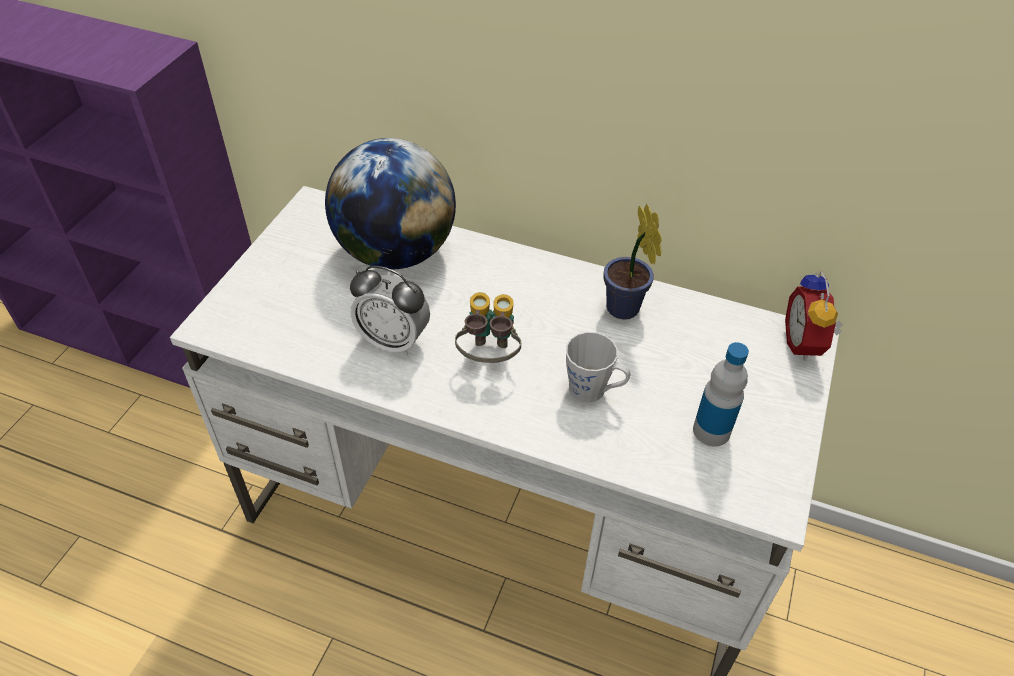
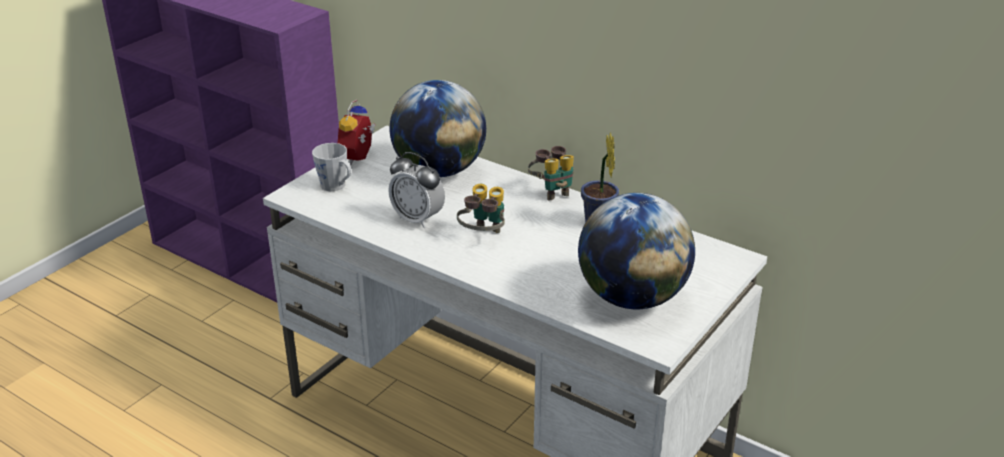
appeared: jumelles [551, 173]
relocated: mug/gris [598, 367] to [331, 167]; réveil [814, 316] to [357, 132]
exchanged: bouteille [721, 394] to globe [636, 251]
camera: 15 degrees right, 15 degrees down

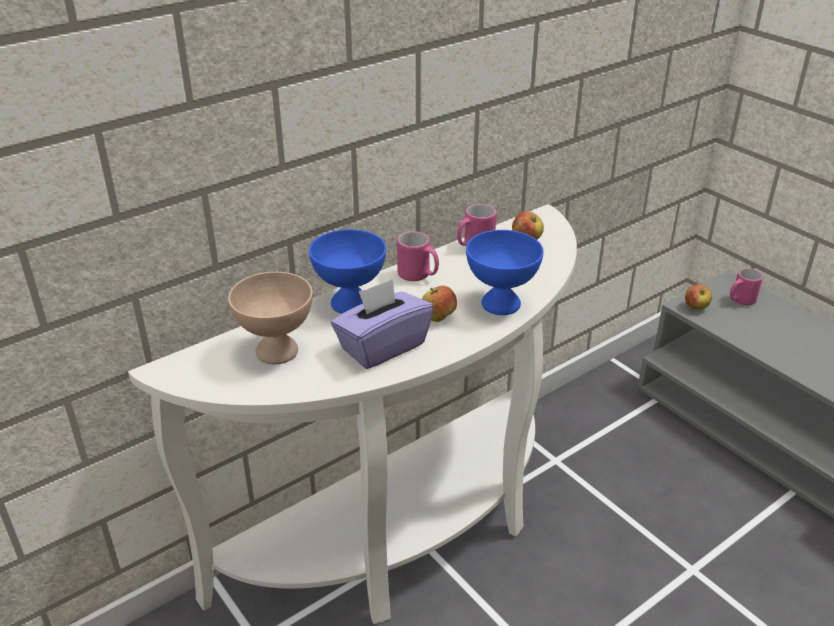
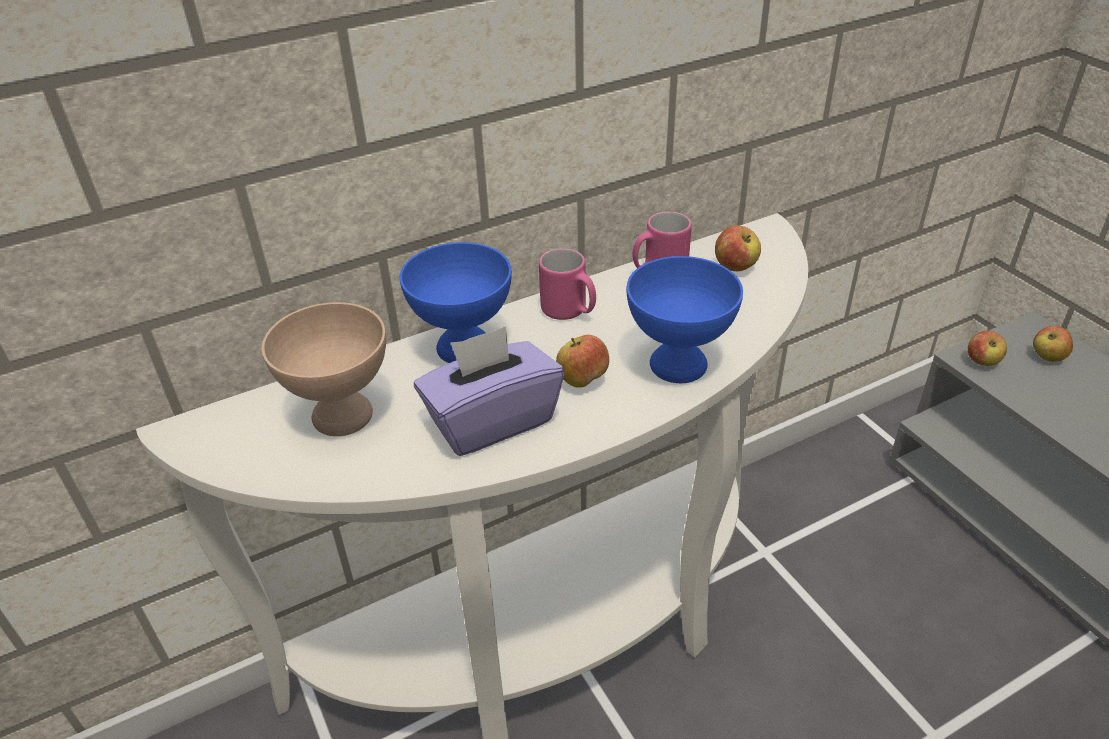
exchanged: mug/rose [746, 286] to pomme [1053, 344]
camera: 10 degrees right, 5 degrees up

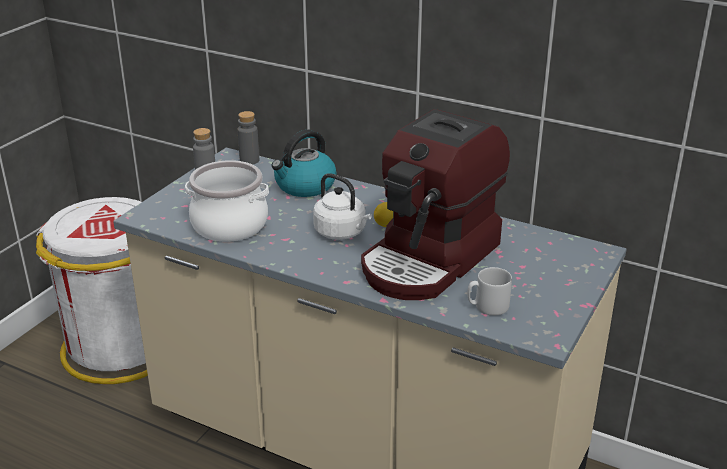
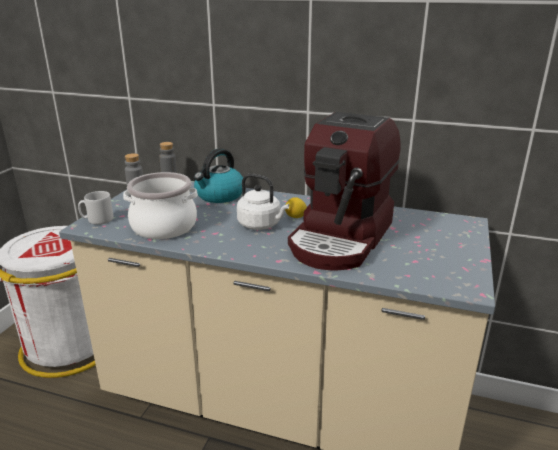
relocated: mug/gris [489, 291] to [96, 208]
camera: 10 degrees left, 5 degrees down

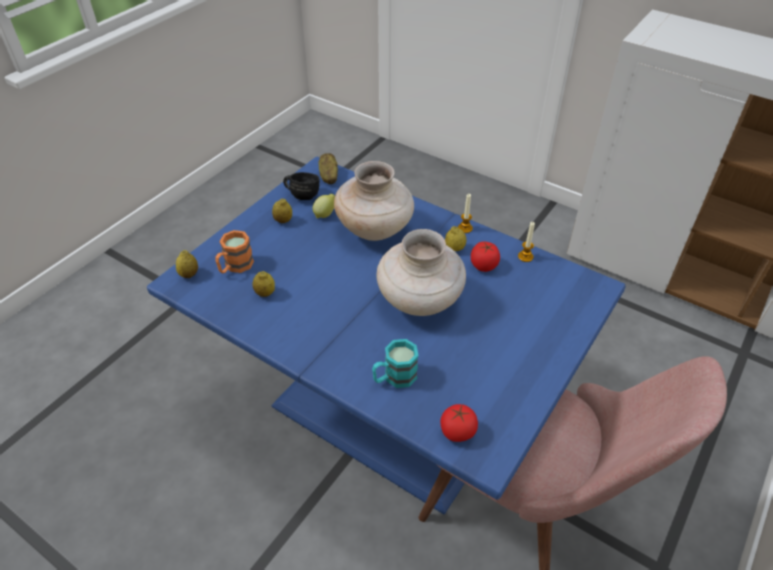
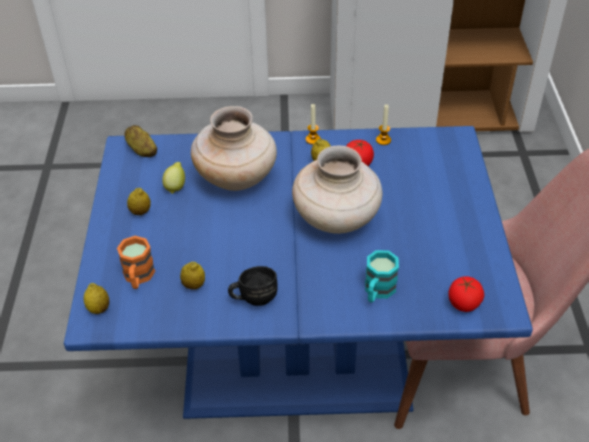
relocated: mug/noir [301, 186] to [253, 286]
camera: 35 degrees left, 0 degrees up

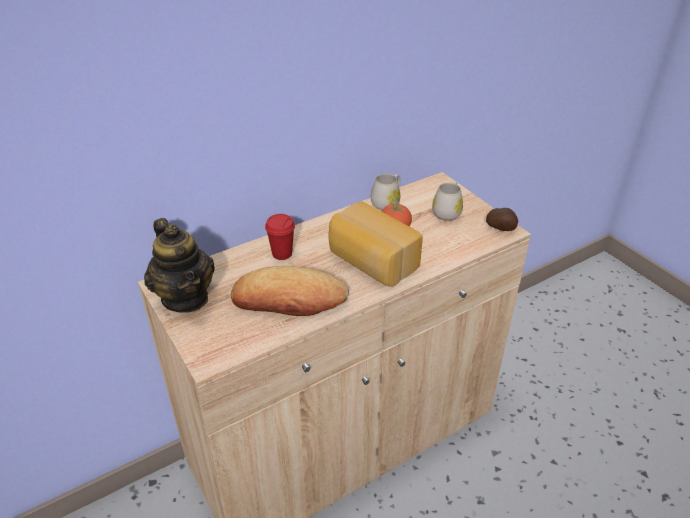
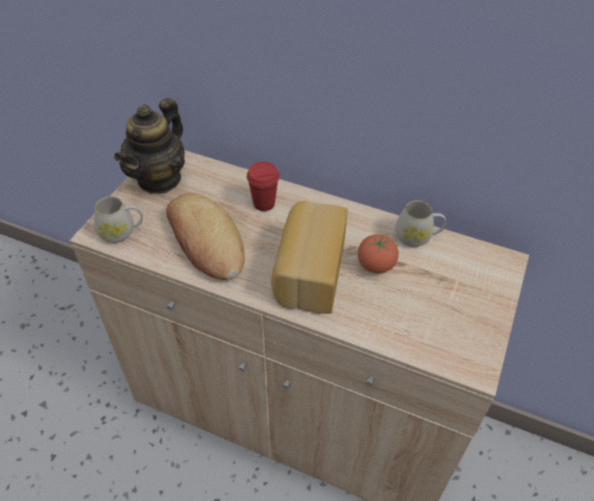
missing: pomme de terre [502, 219]
relocated: mug/blanc [447, 201] to [118, 219]
camera: 55 degrees right, 10 degrees up

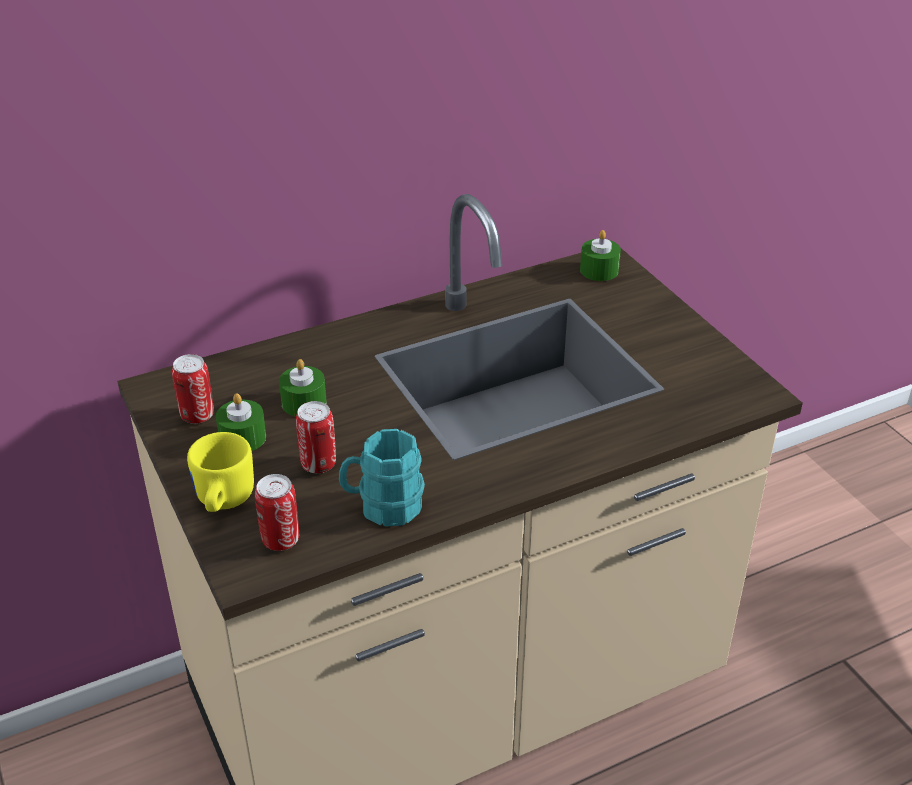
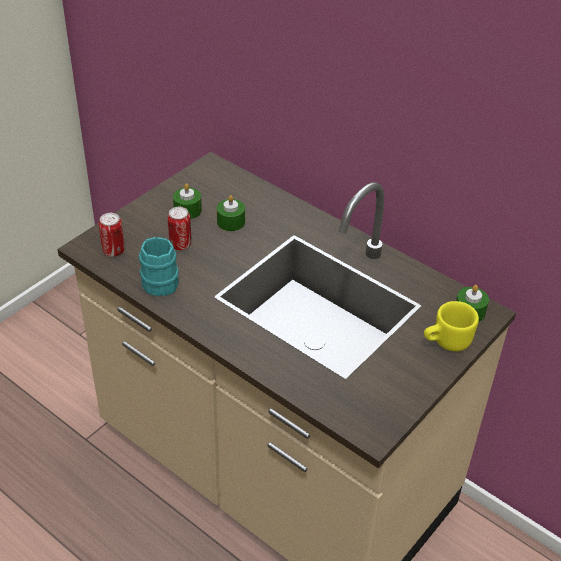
missing: boîte métallique [193, 389]
relocated: mug/jaune [220, 472] to [451, 326]
camera: 65 degrees right, 5 degrees up

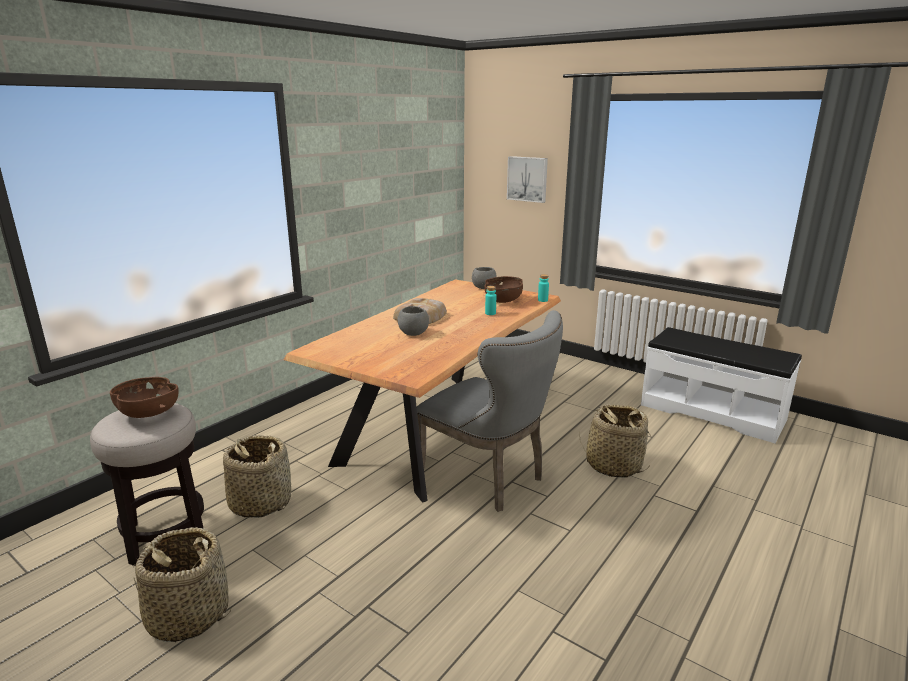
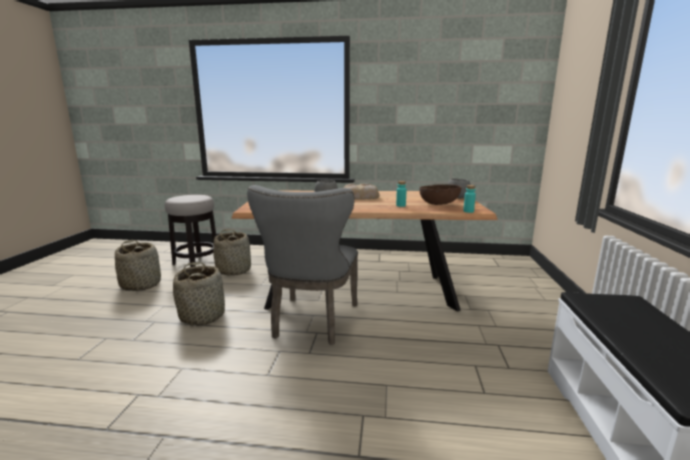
missing: bol/marron [144, 397]; tableau [527, 179]
relocated: panier [615, 441] to [199, 294]
camera: 60 degrees right, 5 degrees down

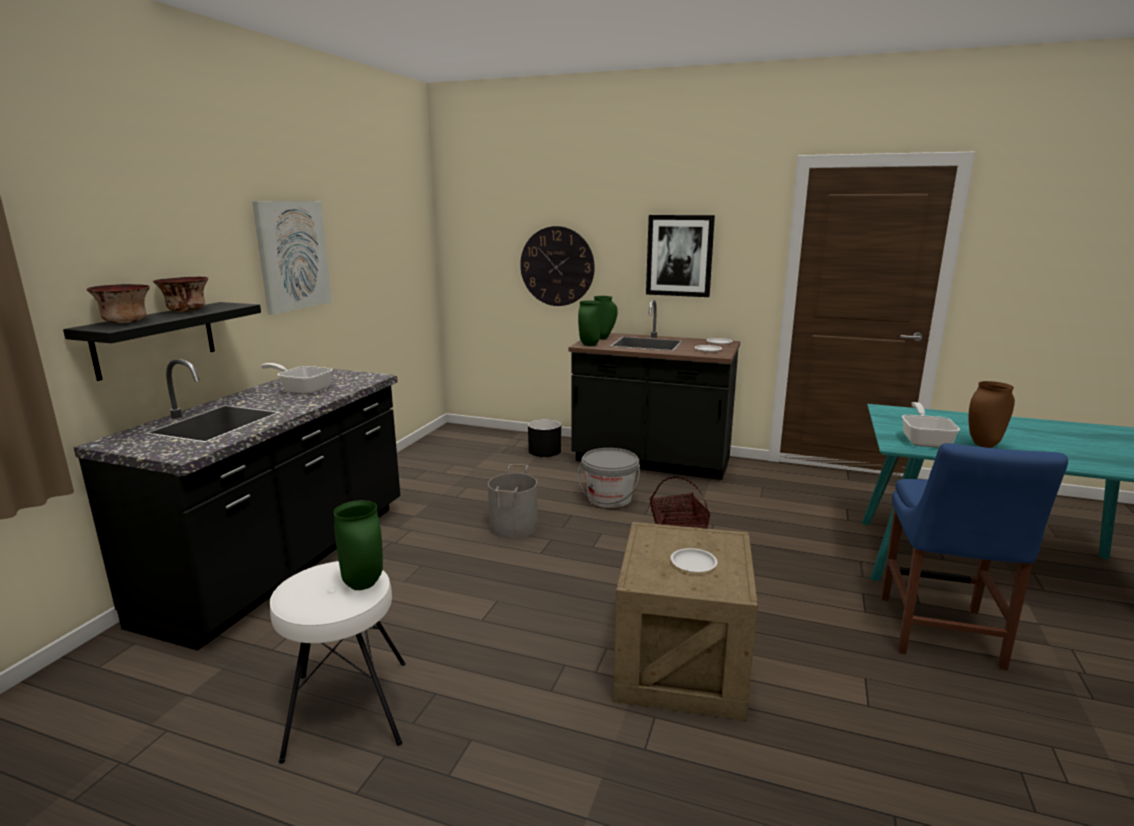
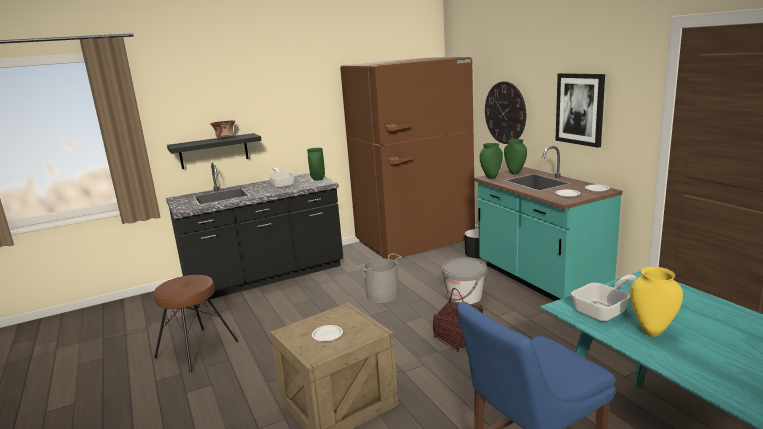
missing: bol [118, 303]; tableau [292, 258]
appeared: réfrigérateur/marron [407, 158]
relocated: vase/vert [358, 545] to [316, 164]
colour: tabouret/blanc [338, 662] to tabouret/marron [196, 324]; comptoir de cuisine/noir [654, 390] to comptoir de cuisine/turquoise [548, 223]; vase/marron [992, 414] to vase/jaune [656, 302]
camera: 45 degrees right, 0 degrees up

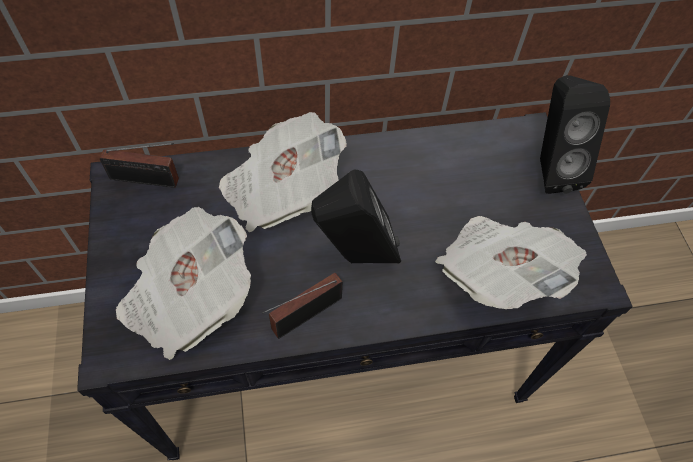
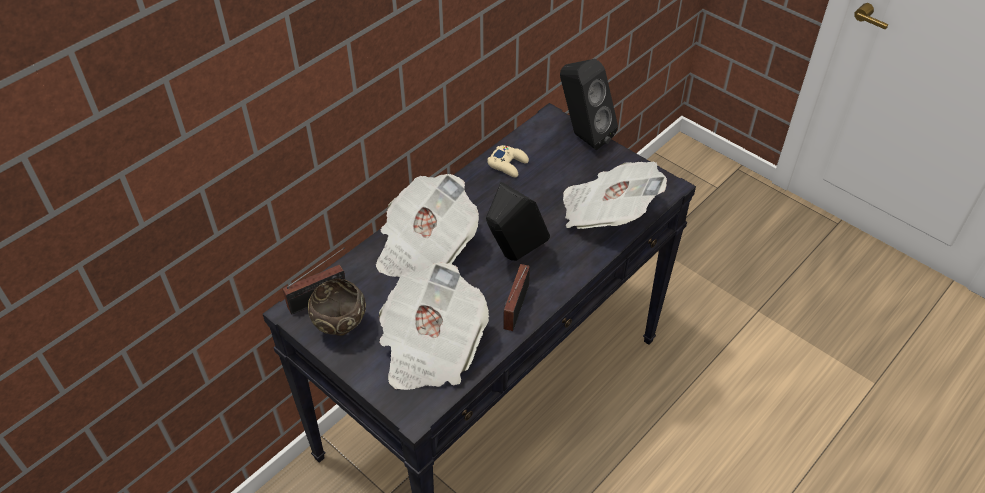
appeared: bol/marron [337, 307]; manette/beige [508, 161]
camera: 35 degrees left, 10 degrees down

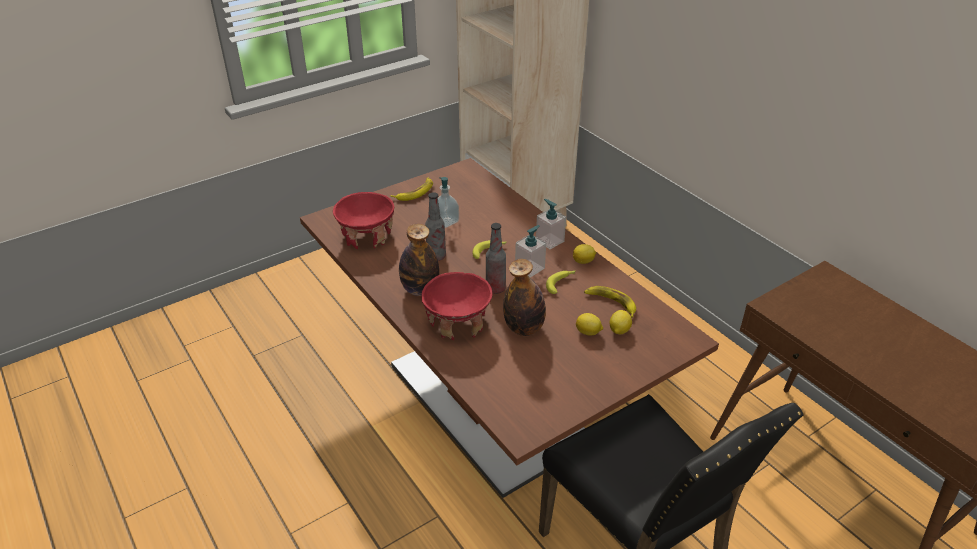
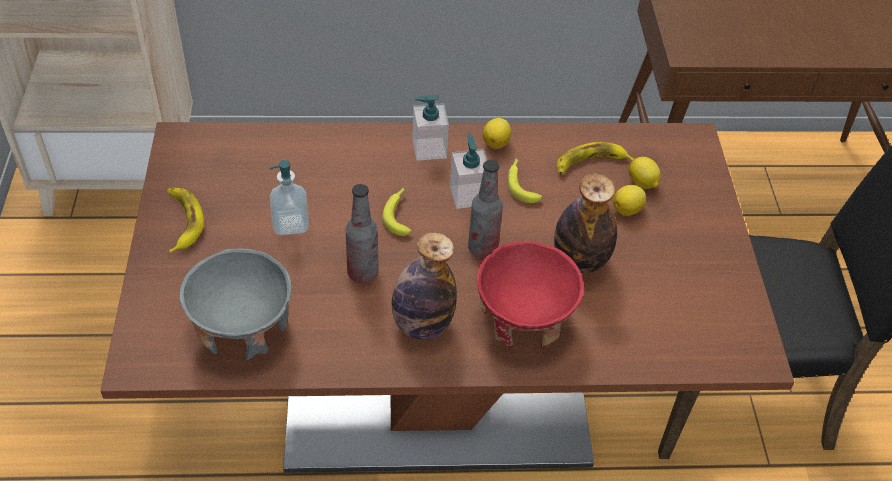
colour: bol/rouge [364, 220] to bol/gris [235, 305]
camera: 60 degrees left, 10 degrees up

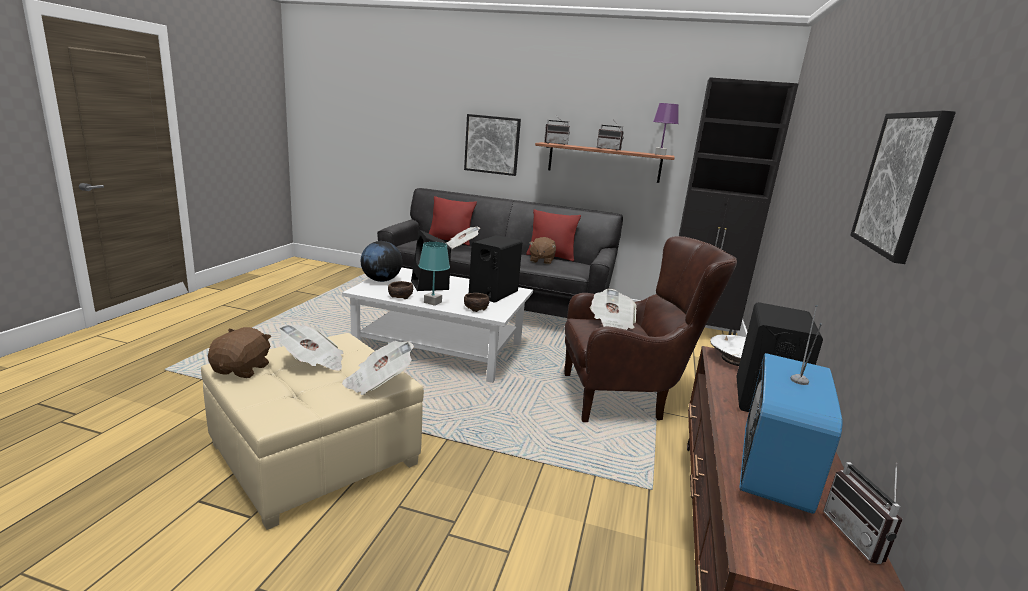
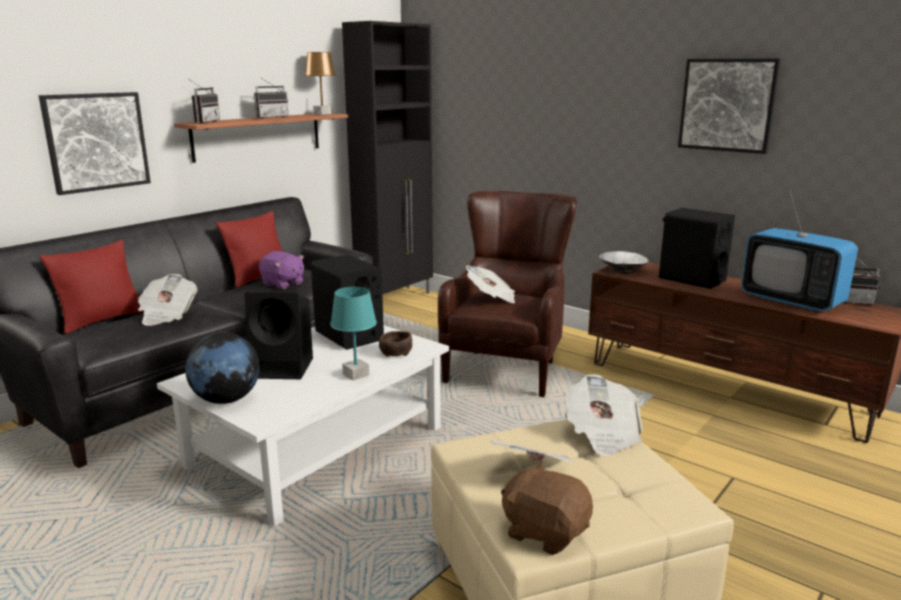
missing: bol/marron [400, 290]
colour: peluche/marron [542, 250] to peluche/violet [281, 270]; lampe de table/violet [666, 129] to lampe de table/marron [320, 83]
camera: 65 degrees left, 0 degrees up

